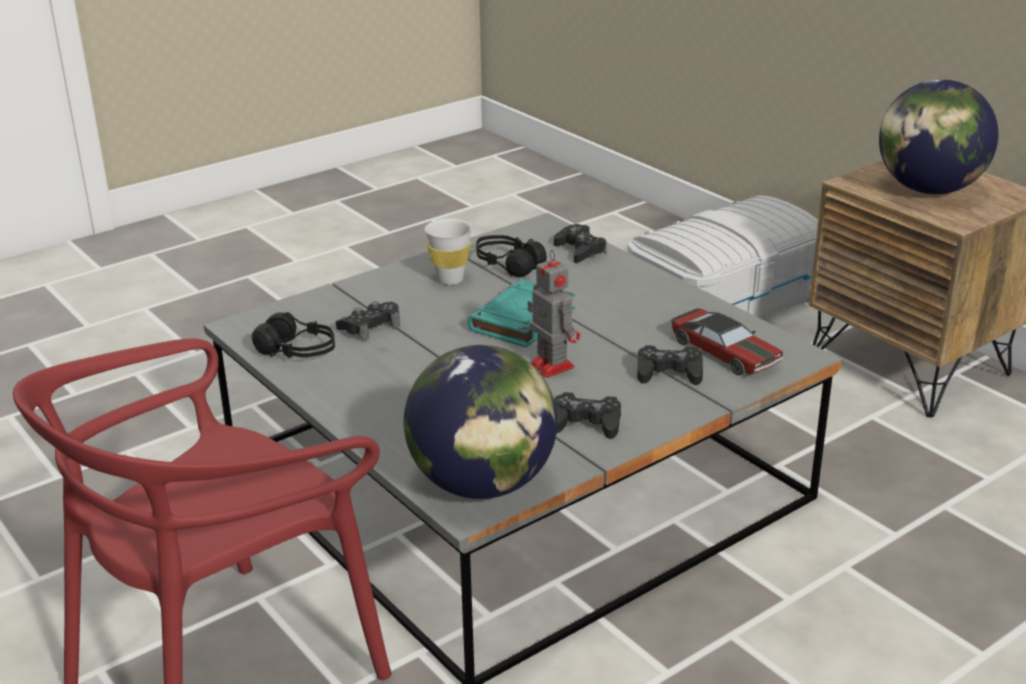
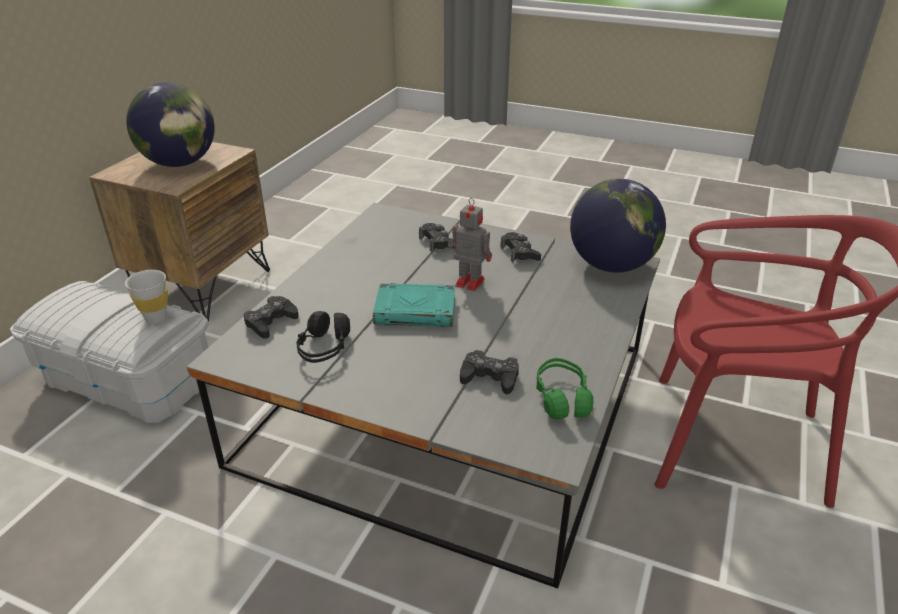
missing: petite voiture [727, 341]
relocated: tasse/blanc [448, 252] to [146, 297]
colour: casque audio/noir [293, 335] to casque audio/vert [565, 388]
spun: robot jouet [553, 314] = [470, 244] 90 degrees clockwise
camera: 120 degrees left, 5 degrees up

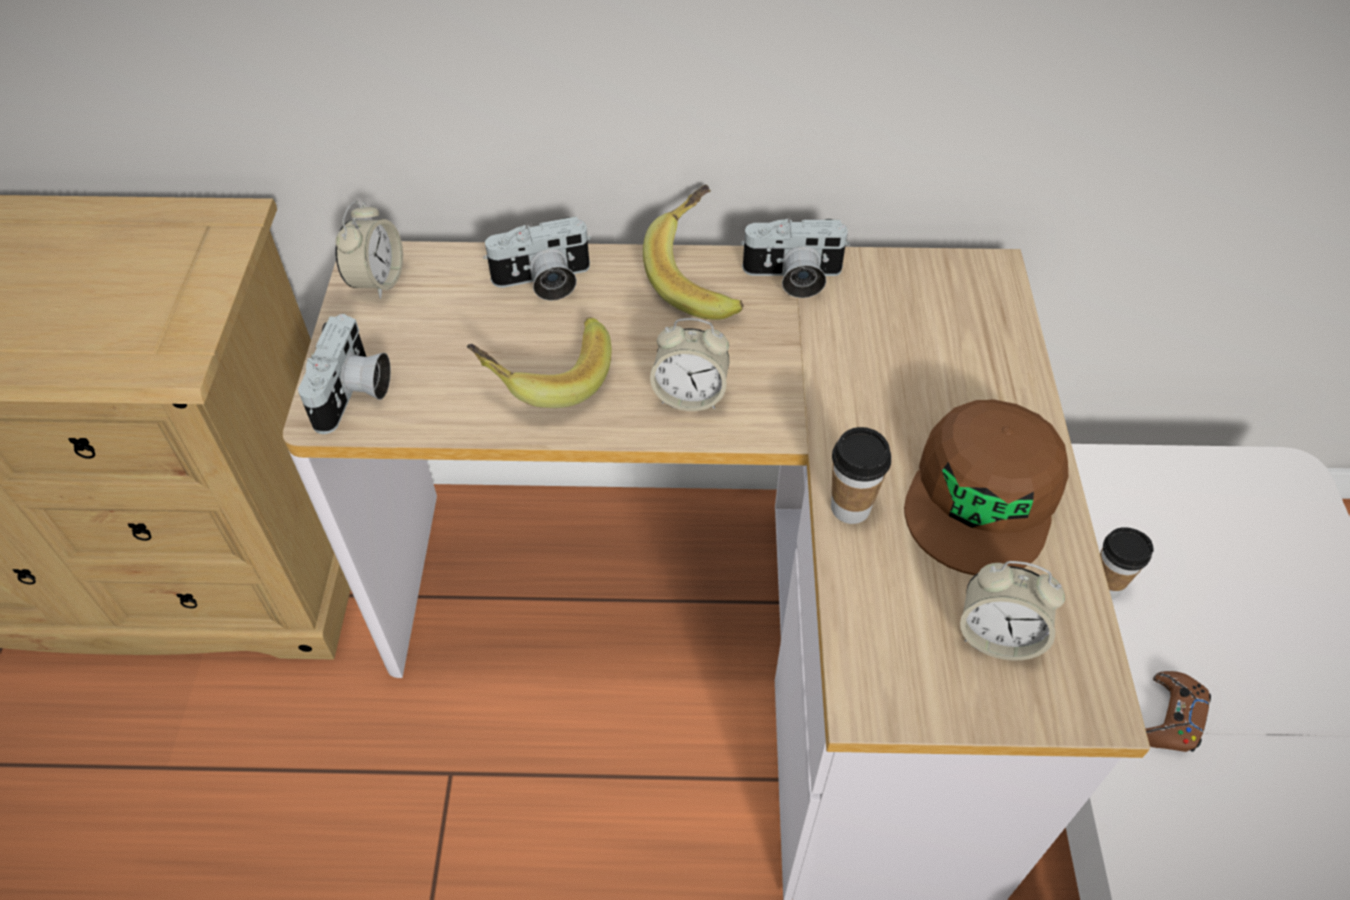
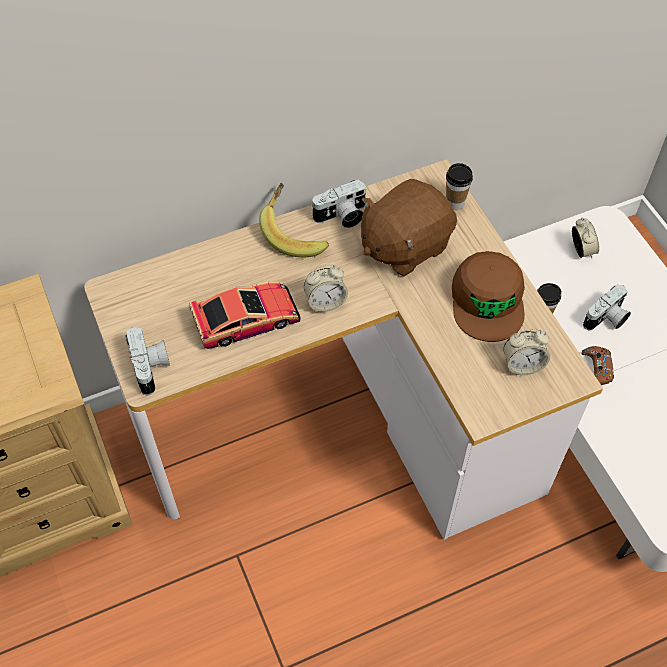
appeared: peluche/marron [409, 228]
relocated: réveil [369, 250] to [585, 238]; appareil photo [537, 258] to [607, 307]; tasse [861, 475] to [459, 186]
exchanged: banane [539, 362] to petite voiture [245, 315]
camera: 25 degrees left, 5 degrees up

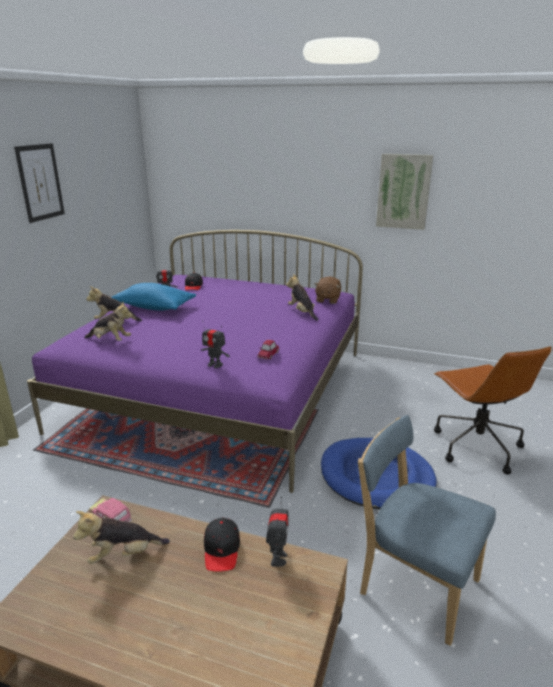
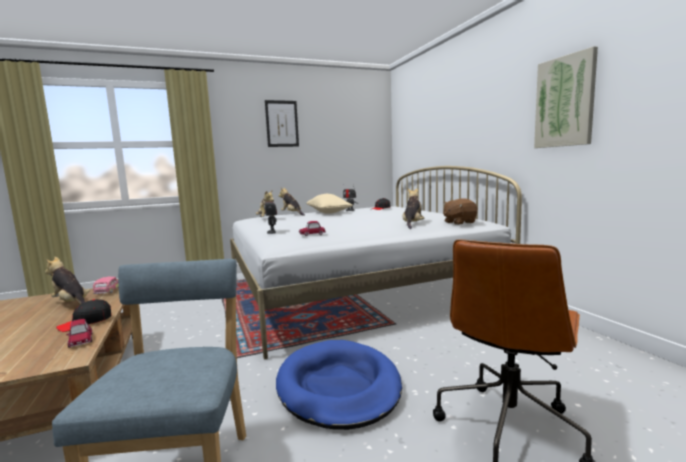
exchanged: robot jouet [277, 532] to petite voiture [79, 333]
colour: lit/violet [195, 361] to lit/blanc [376, 262]; coussin/bleu [153, 297] to coussin/beige [329, 204]
camera: 50 degrees right, 15 degrees down

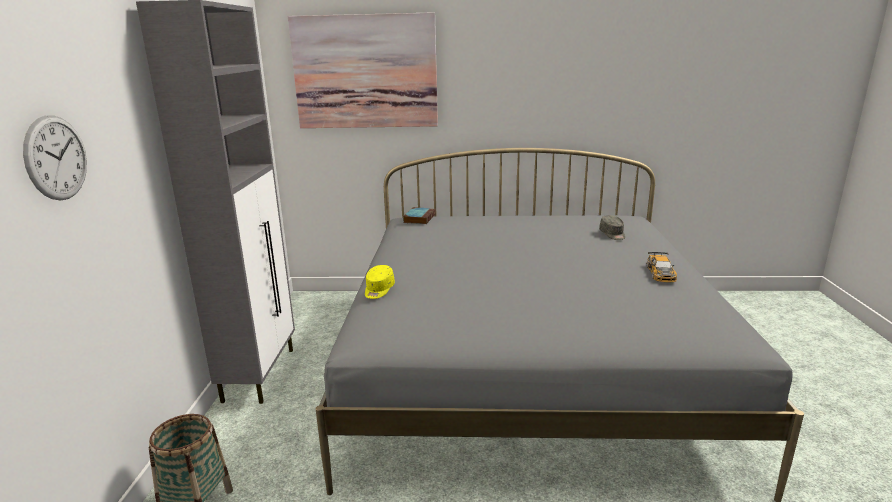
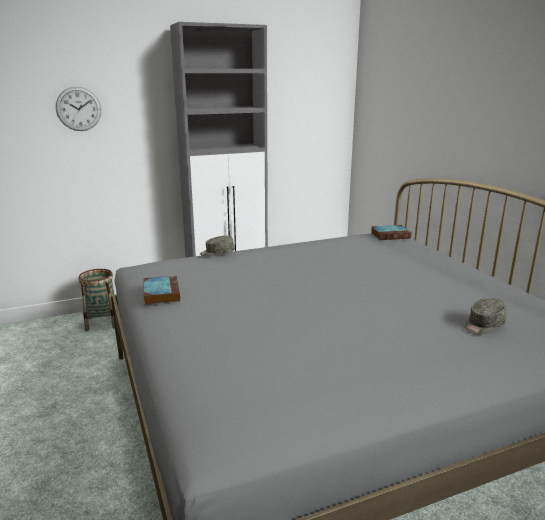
missing: tableau [363, 70]; petite voiture [662, 267]
appeared: livre [161, 290]
colour: casquette/jaune [380, 282] to casquette/gris [217, 246]
camera: 65 degrees right, 0 degrees up

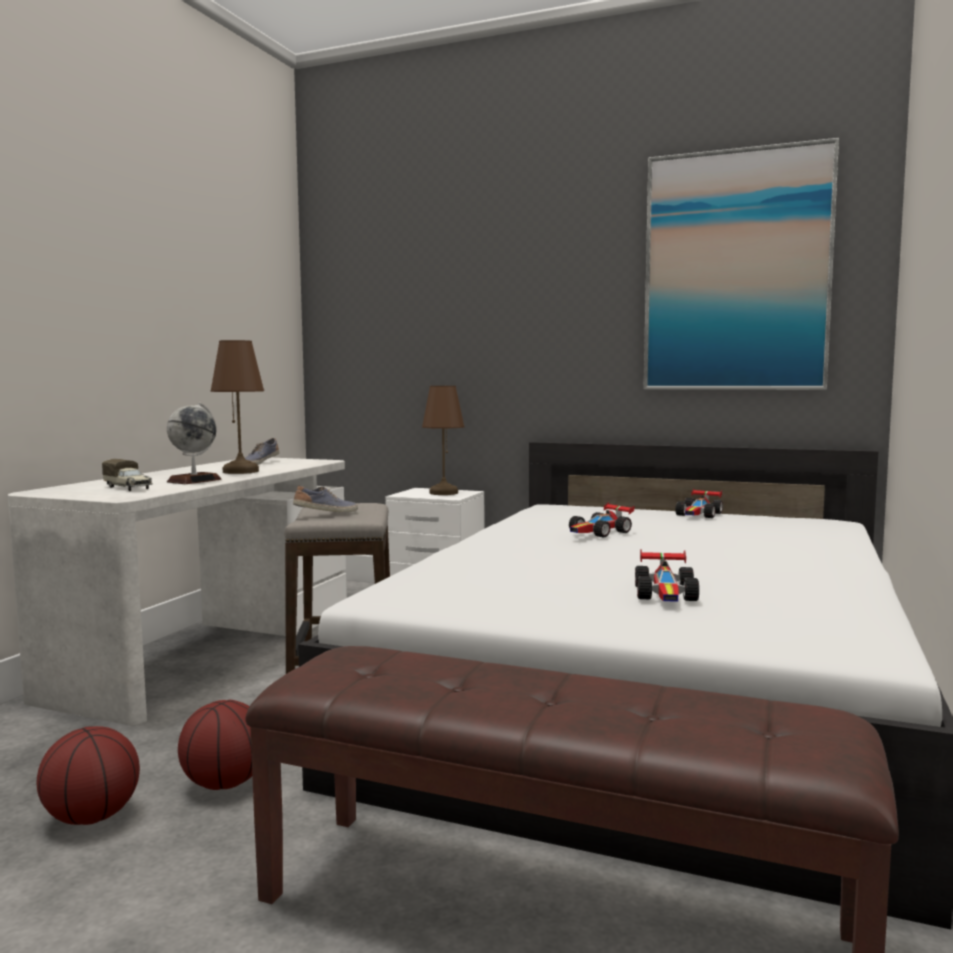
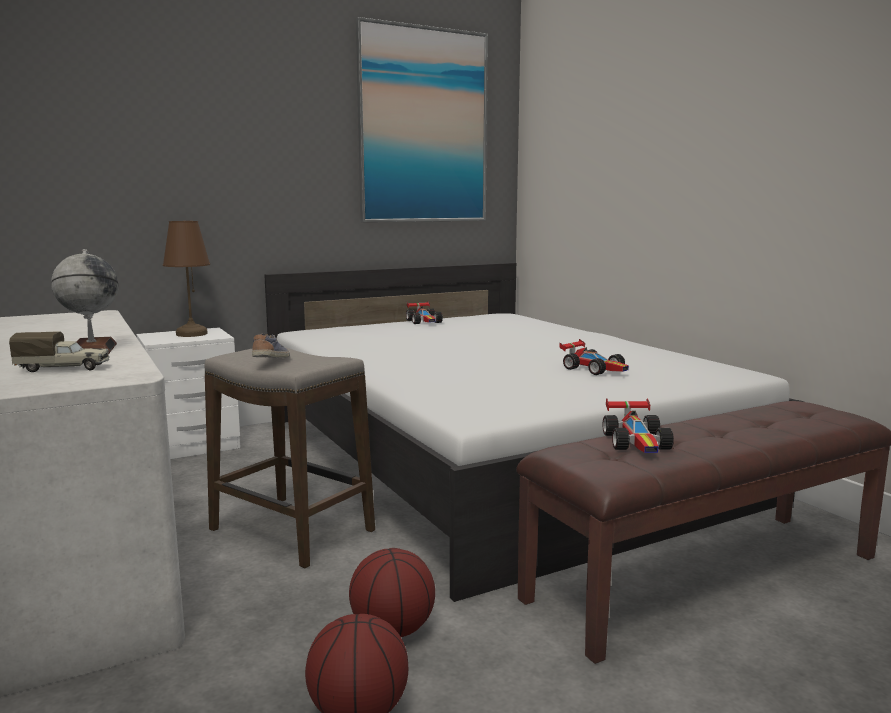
missing: lampe de table/marron [237, 407]; chaussure [262, 451]
relocated: petite voiture [601, 519] to [638, 425]
camera: 50 degrees left, 5 degrees up

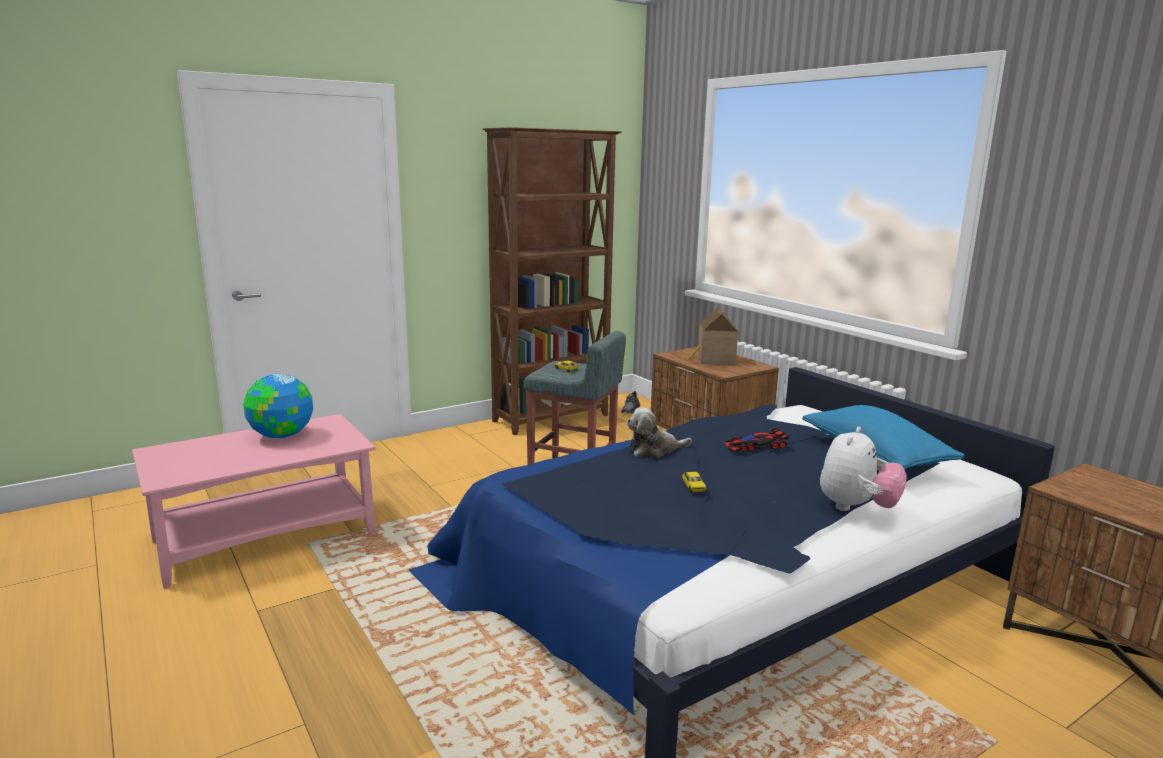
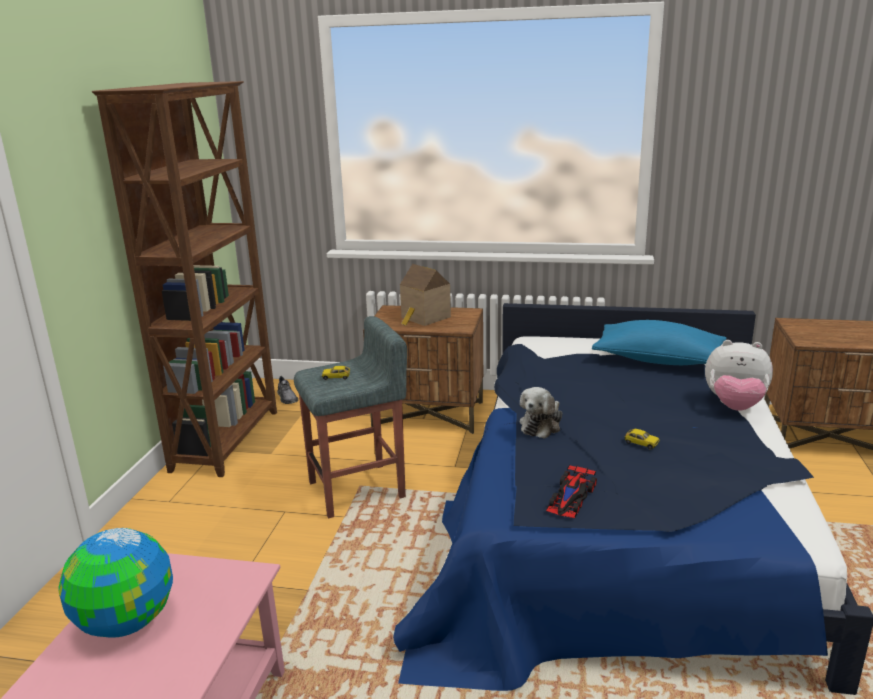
relocated: petite voiture [757, 440] to [571, 491]
spun: peluche [863, 468] = [739, 375] 120 degrees clockwise
camera: 45 degrees left, 5 degrees up

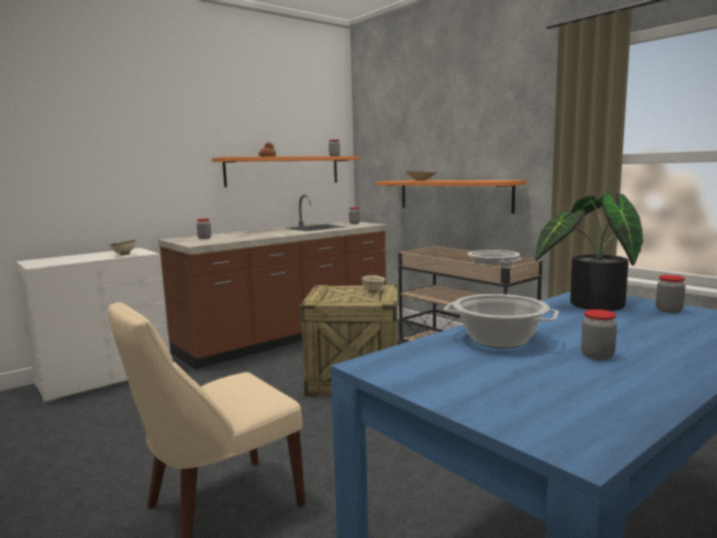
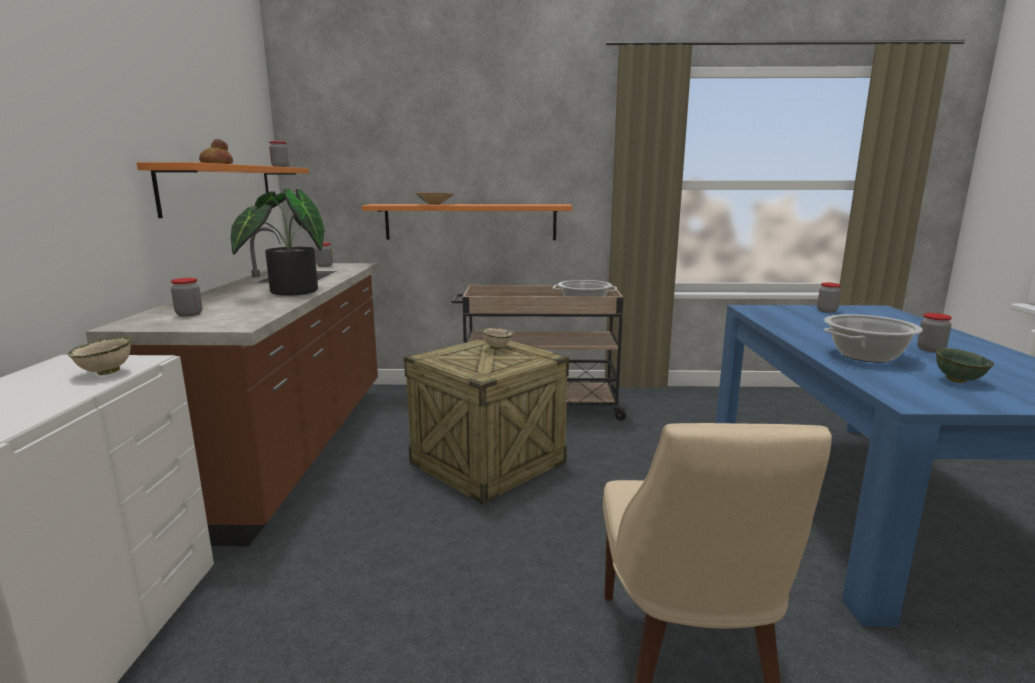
appeared: bol/vert [965, 365]
relocated: plante en pot [589, 252] to [277, 242]
camera: 50 degrees left, 5 degrees up

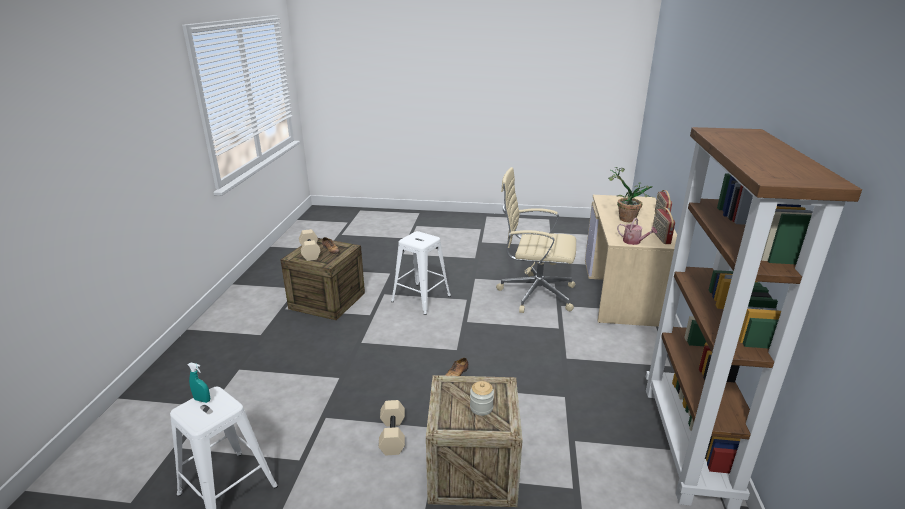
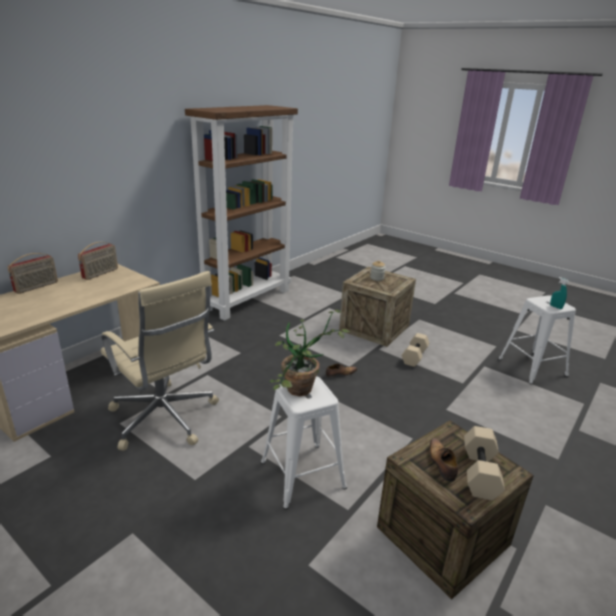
missing: arrosoir [637, 231]
relocated: plante en pot [631, 194] to [309, 353]
camera: 150 degrees left, 0 degrees up

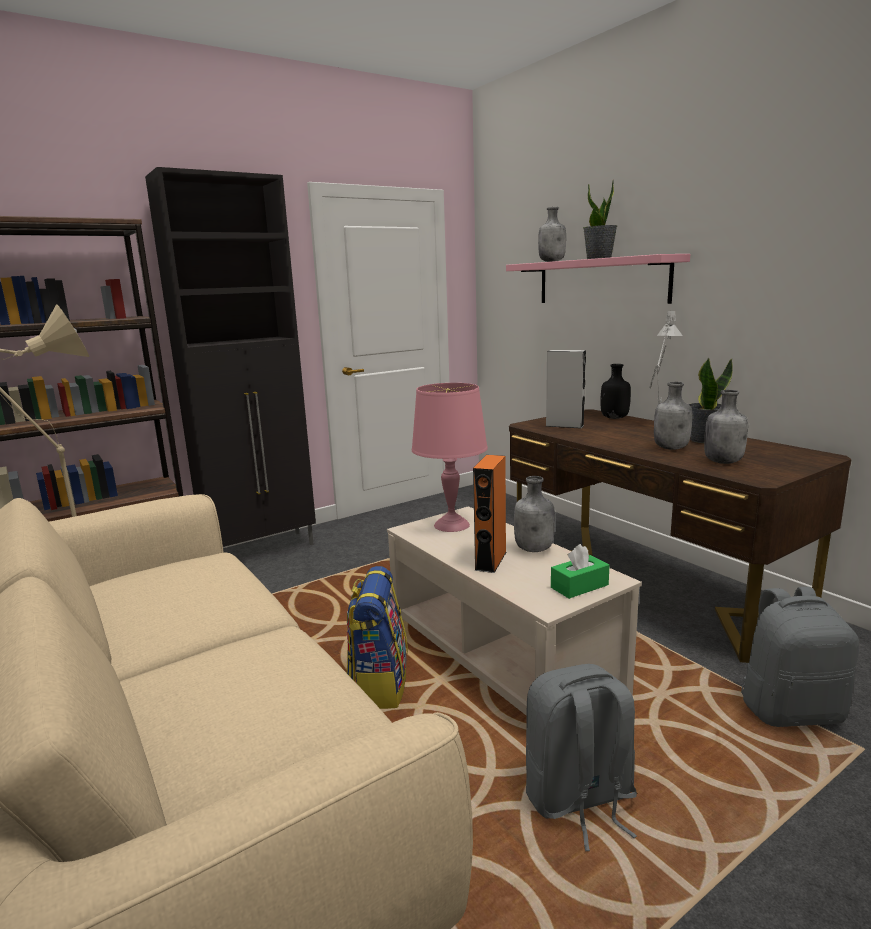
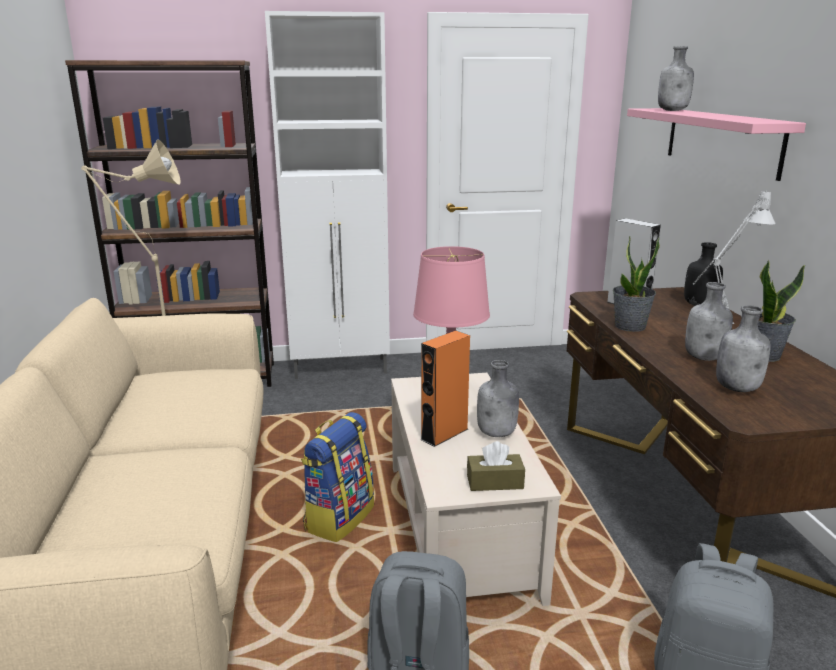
relocated: plante en pot [600, 220] to [636, 284]
colour: meuble de rangement/noir [230, 357] to meuble de rangement/blanc [327, 195]; boîte à mouchoirs/vert [580, 571] to boîte à mouchoirs/marron [496, 466]
camera: 25 degrees right, 5 degrees up

